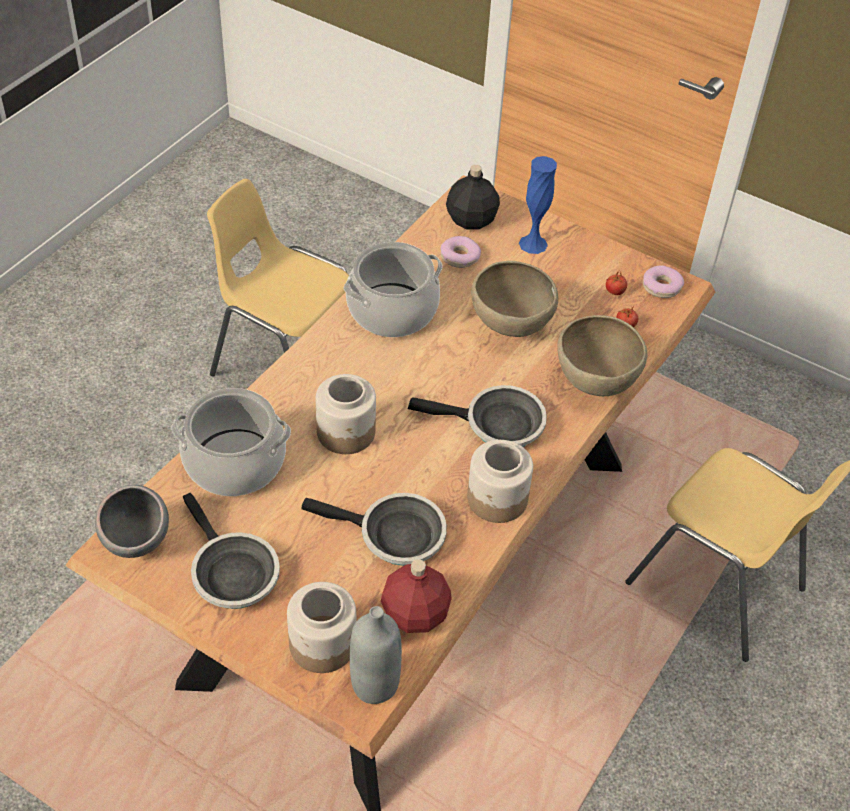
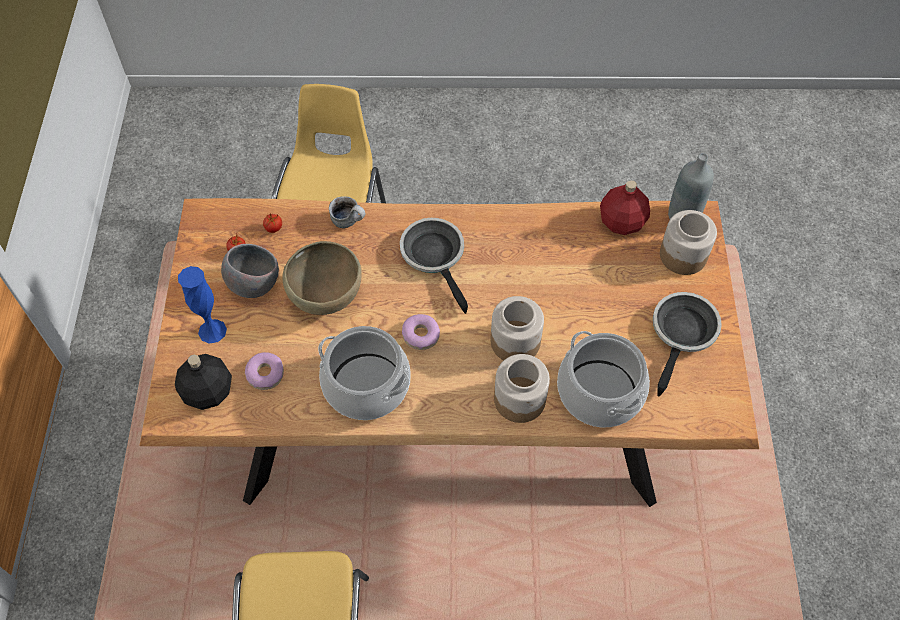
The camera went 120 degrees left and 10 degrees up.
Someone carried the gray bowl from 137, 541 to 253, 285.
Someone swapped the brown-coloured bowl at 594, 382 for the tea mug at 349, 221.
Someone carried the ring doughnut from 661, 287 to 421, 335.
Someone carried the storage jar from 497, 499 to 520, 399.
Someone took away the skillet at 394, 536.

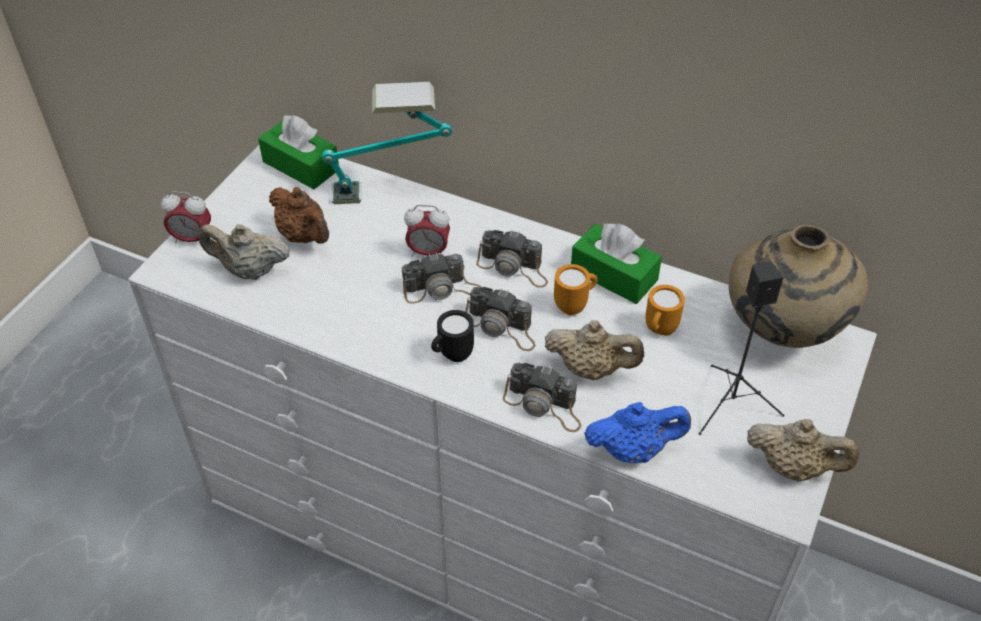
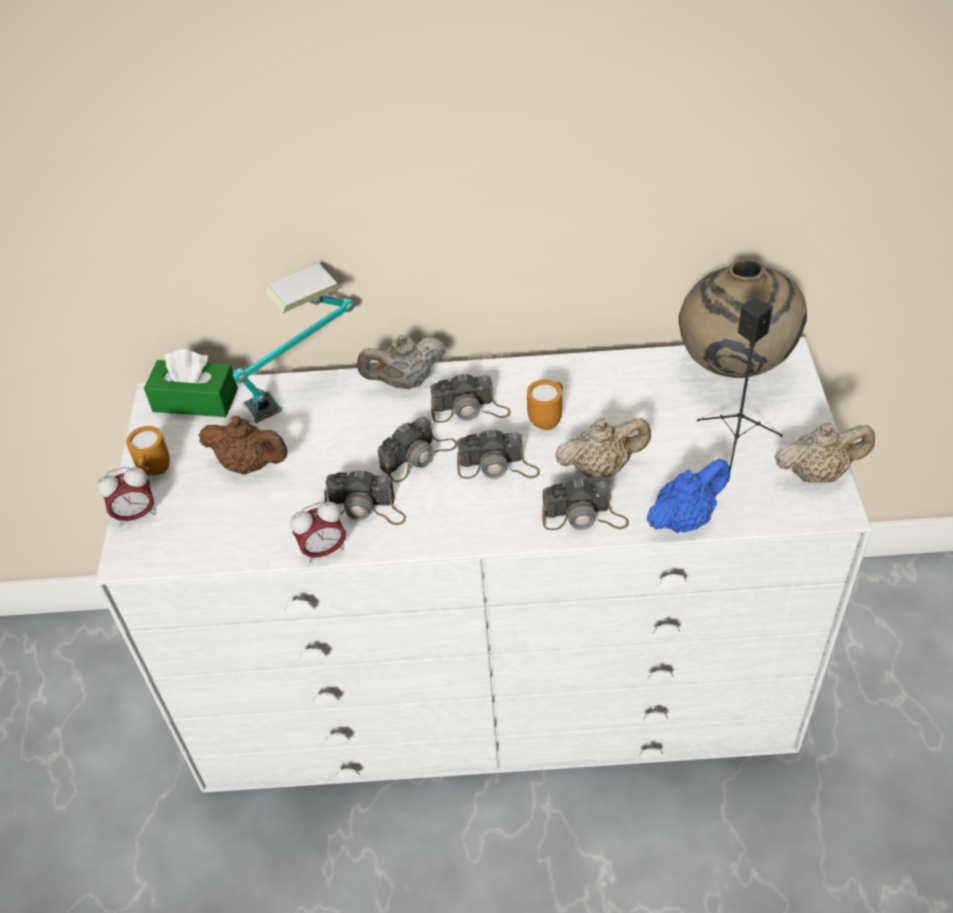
The camera went 25 degrees left and 0 degrees up.
Someone carried the orange tea mug from 658, 331 to 154, 472.
Someone carried the bedside clock from 428, 252 to 323, 551.
Someone put down the still camera at 366, 508.
Someone carried the beige-coloured tea pot from 249, 270 to 405, 382.
Someone took away the black-coloured tea mug at 451, 356.
Someone took away the greenish tissue box at 614, 275.

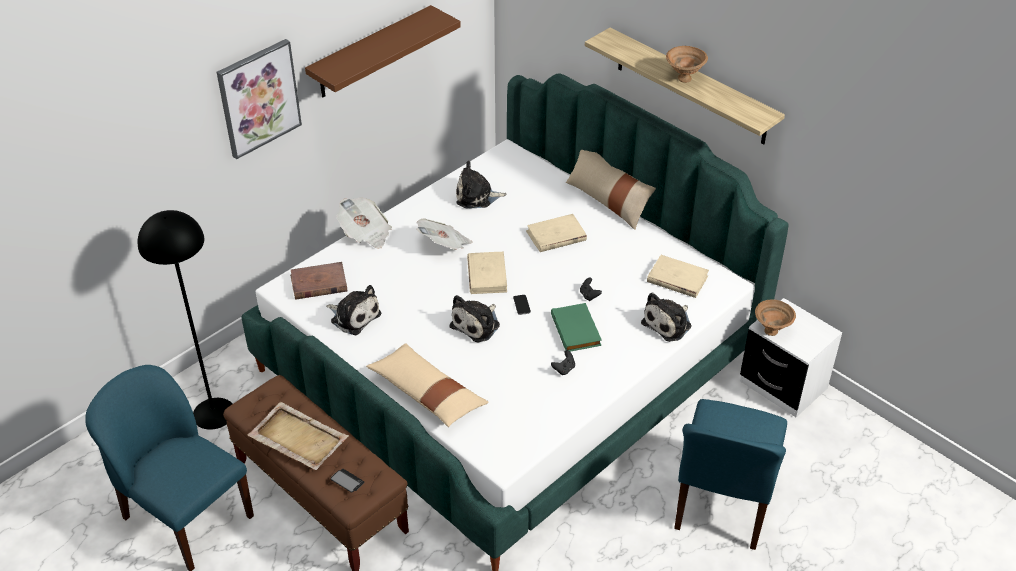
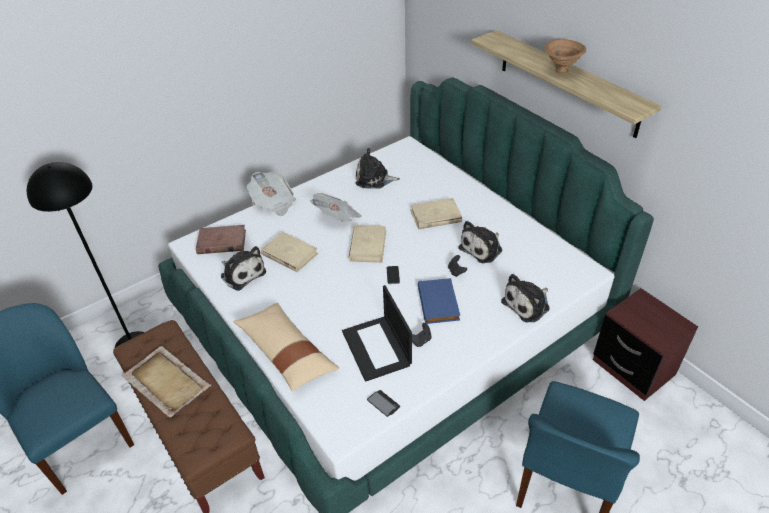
The camera went 10 degrees right and 0 degrees up.
Someone carried the beige-coloured book from 677, 279 to 289, 254.
Someone put down the laptop at 377, 348.
Someone carried the handset from 347, 481 to 383, 403.
Someone repainted the greenish book at 577, 330, which became the blue-coloured book at 439, 303.
Someone carried the plush toy from 477, 324 to 482, 248.
Someone repainted the white nightstand at 783, 385, which became the brown-coloured nightstand at 633, 367.
Someone took away the wall art at 258, 98.
Someone took away the brown-coloured wall shelf at 371, 52.
Someone took away the beige-coloured pillow at 608, 201.
Someone took away the brown-coloured bowl at 771, 330.

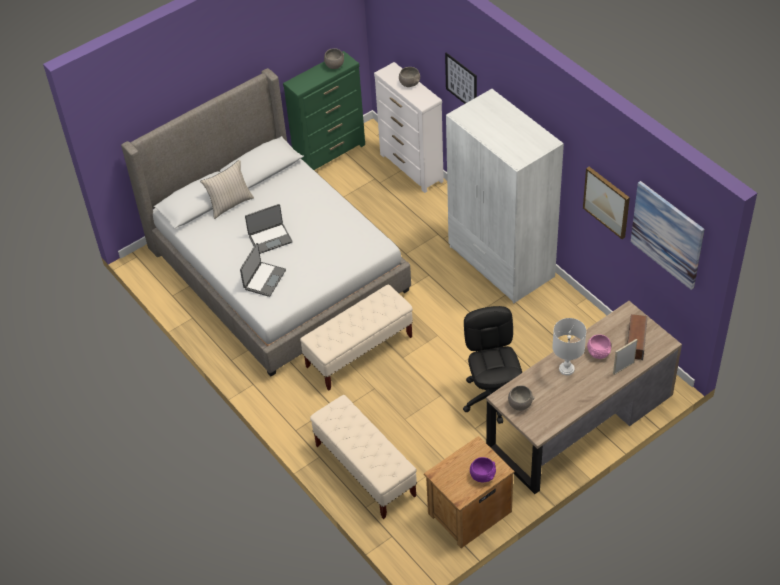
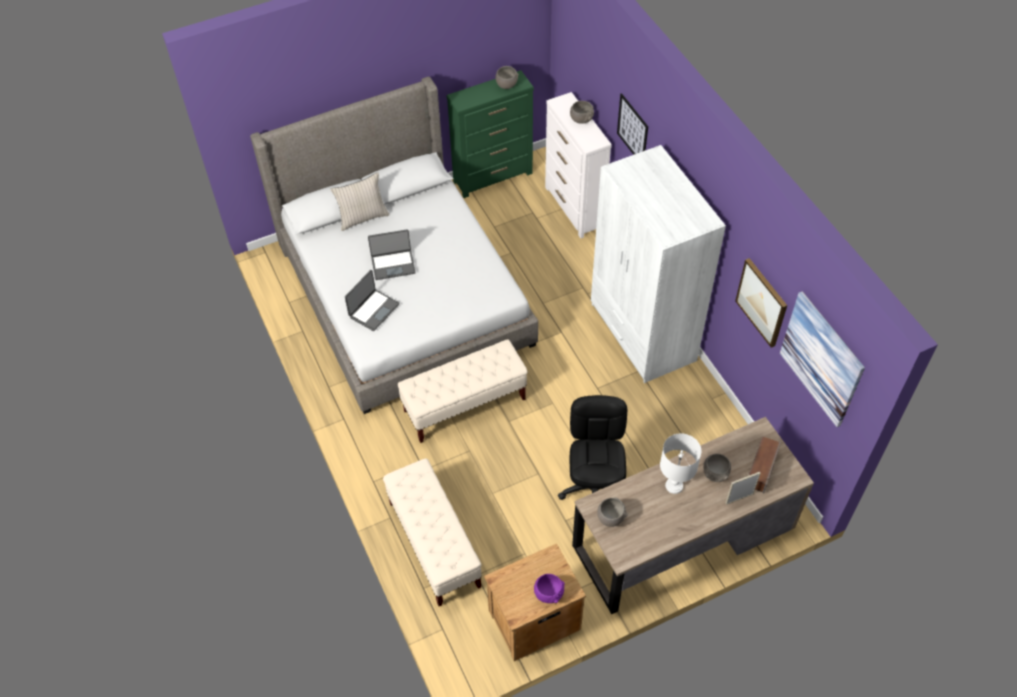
The camera went 10 degrees right and 5 degrees up.
Someone repainted the pink bowl at 599, 352, which became the gray bowl at 715, 473.

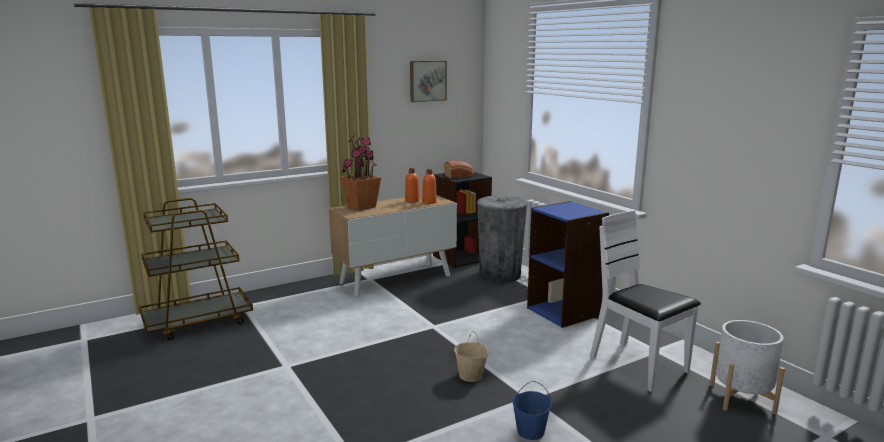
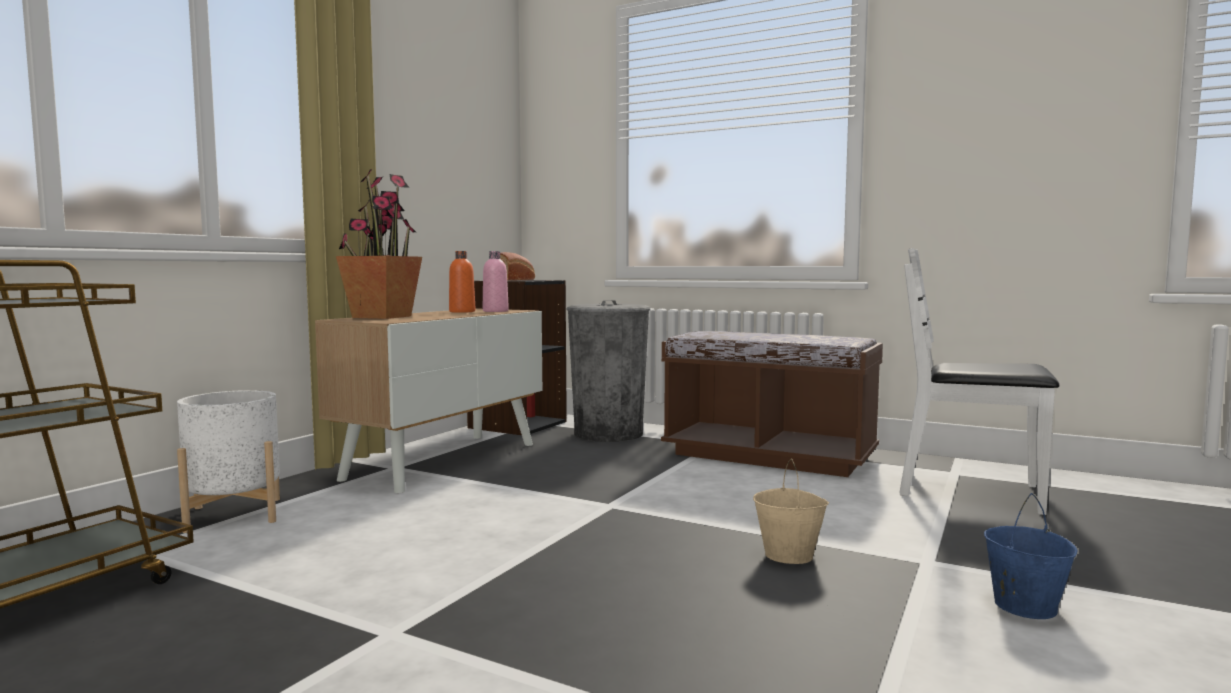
The camera went 30 degrees left and 10 degrees down.
Someone carried the white flower pot from 741, 398 to 234, 514.
Someone repainted the orange beverage bottle at 429, 202, which became the pink beverage bottle at 495, 311.
Someone swapped the blue-coloured bookshelf at 564, 311 for the brown-coloured indoor bench at 769, 456.
Someone took away the wall art at 427, 81.

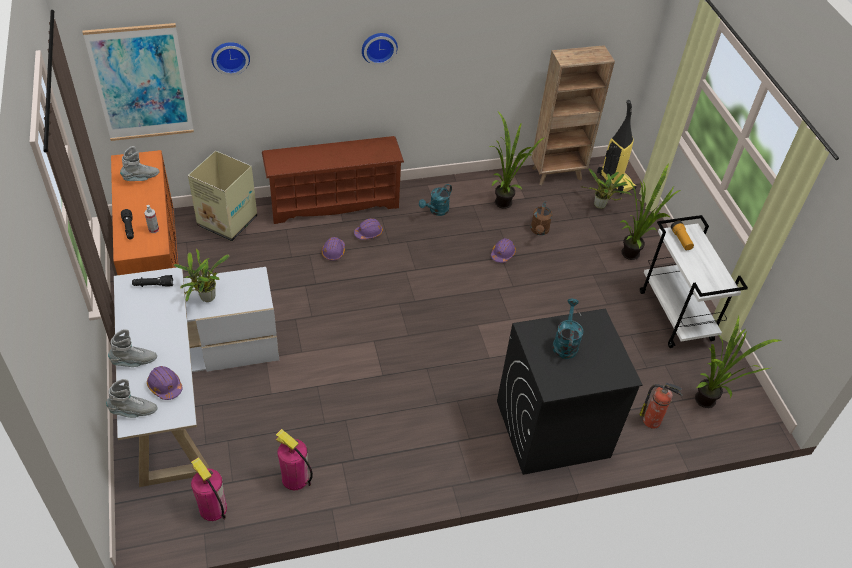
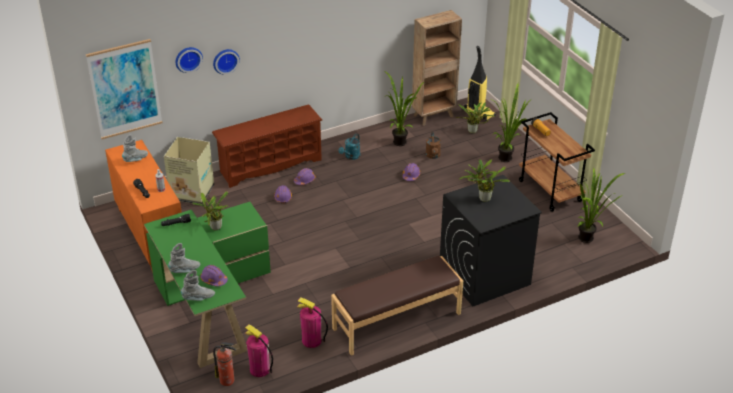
The camera went 10 degrees left and 10 degrees down.
Someone repainted the white desk table at 189, 388, which became the greenish desk table at 210, 303.
Someone carried the hanging clock from 378, 47 to 225, 60.
Someone carried the fire-fighting cylinder from 652, 421 to 228, 380.
Someone put down the brown-coloured indoor bench at 397, 321.
Someone swapped the blue-green sprinkling can at 565, 343 for the houseplant at 483, 198.
Someone repainted the white wheeled cart at 676, 316, which became the brown-coloured wheeled cart at 550, 191.

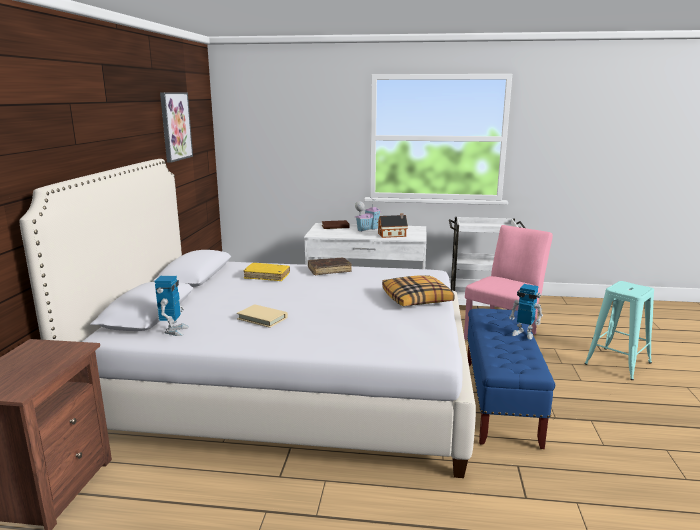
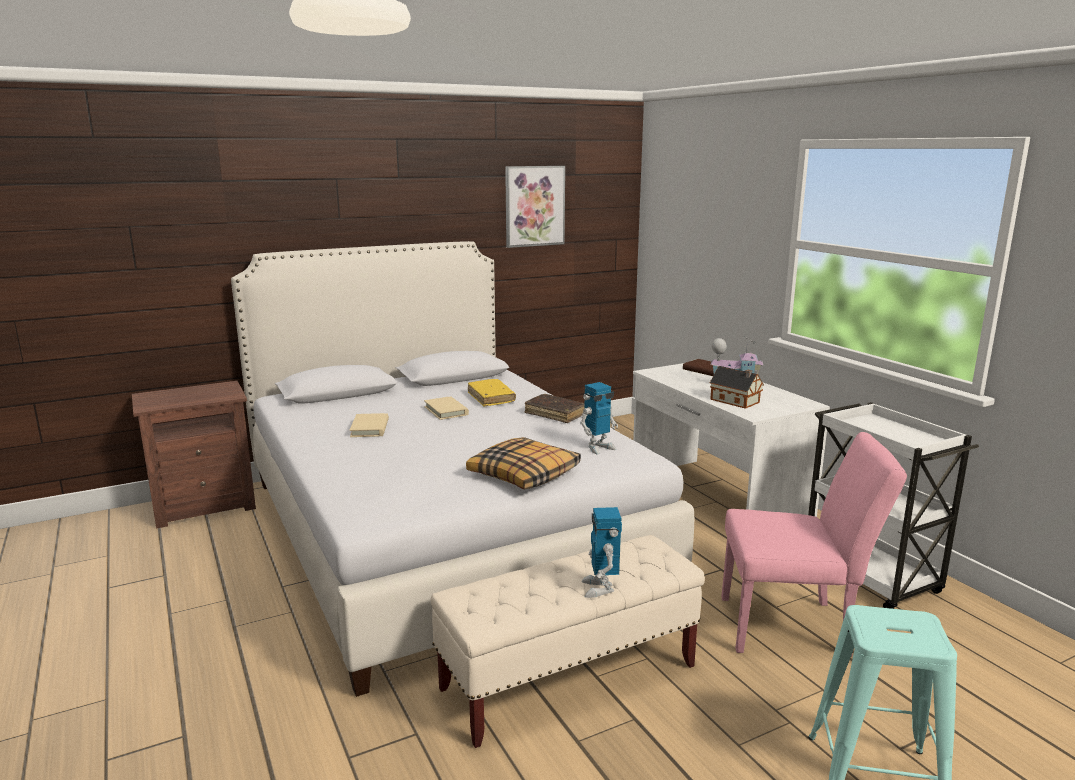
The camera went 55 degrees right and 0 degrees up.
Someone put down the beige-coloured book at 446, 411.
Someone repainted the blue-coloured indoor bench at 500, 401, which became the beige-coloured indoor bench at 569, 678.
Someone carried the model robot from 174, 331 to 598, 448.

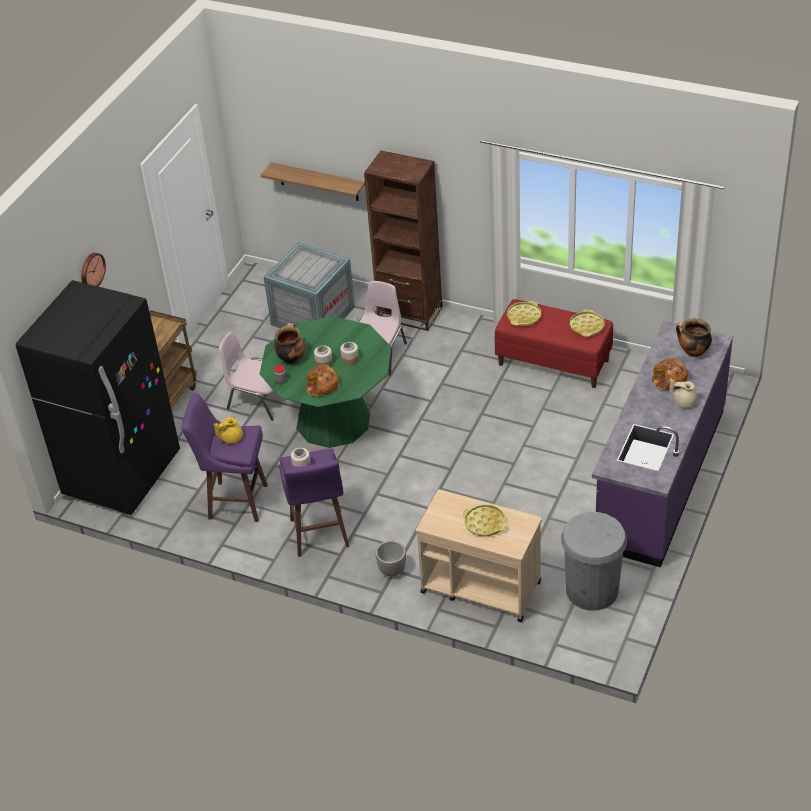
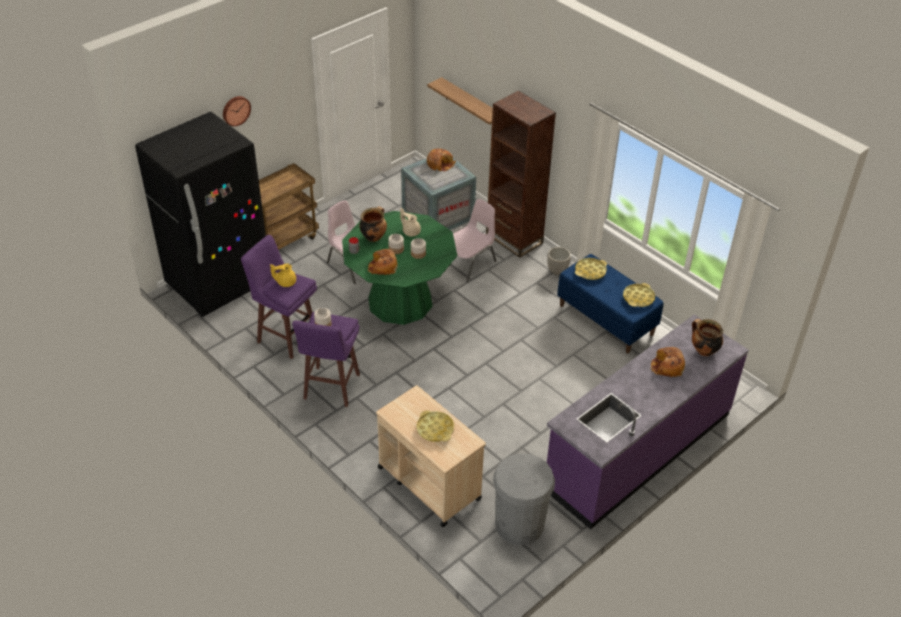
The camera went 20 degrees right and 0 degrees up.
Someone carried the beige-coloured tea pot from 684, 402 to 410, 231.
Someone put down the bread at 440, 164.
Someone carried the flower pot from 392, 570 to 557, 270.
Someone repainted the red indoor bench at 554, 362, which became the blue-coloured indoor bench at 606, 319.

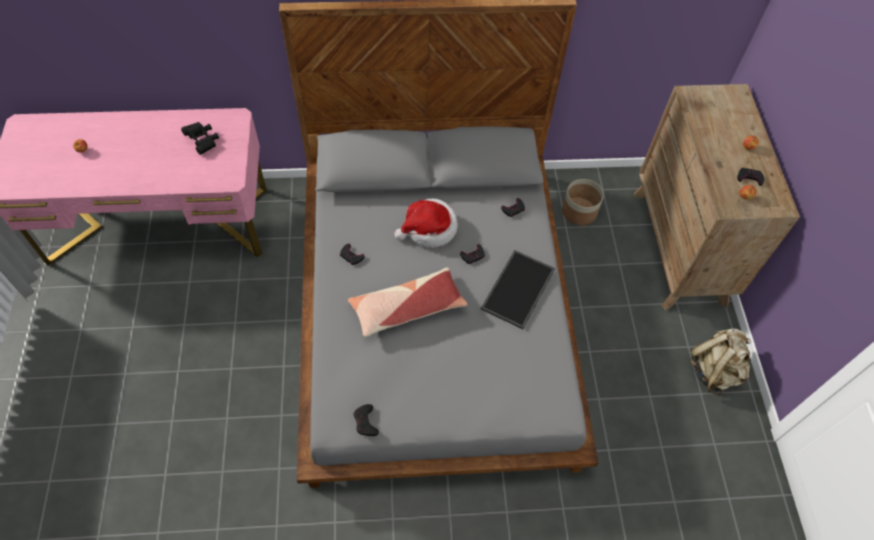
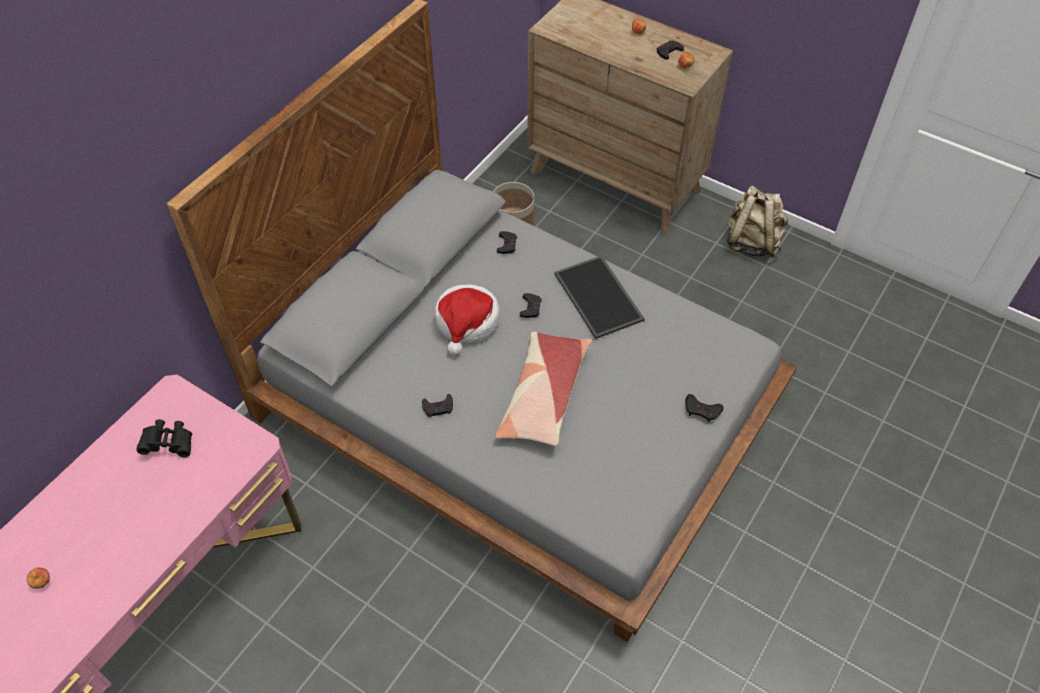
The camera went 50 degrees left and 5 degrees down.
Someone carried the black-coloured joypad from 365, 422 to 702, 410.

